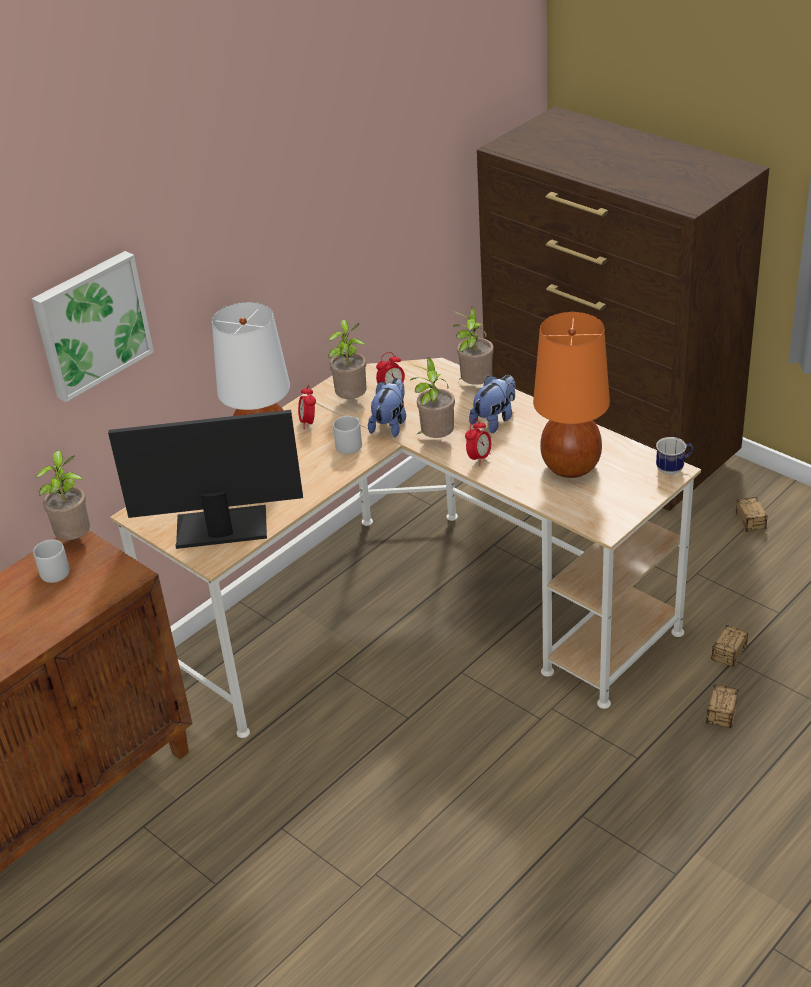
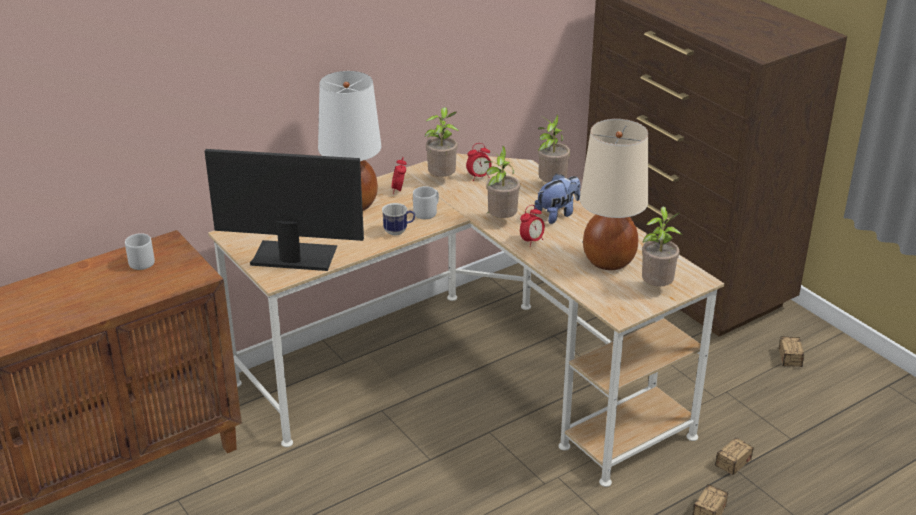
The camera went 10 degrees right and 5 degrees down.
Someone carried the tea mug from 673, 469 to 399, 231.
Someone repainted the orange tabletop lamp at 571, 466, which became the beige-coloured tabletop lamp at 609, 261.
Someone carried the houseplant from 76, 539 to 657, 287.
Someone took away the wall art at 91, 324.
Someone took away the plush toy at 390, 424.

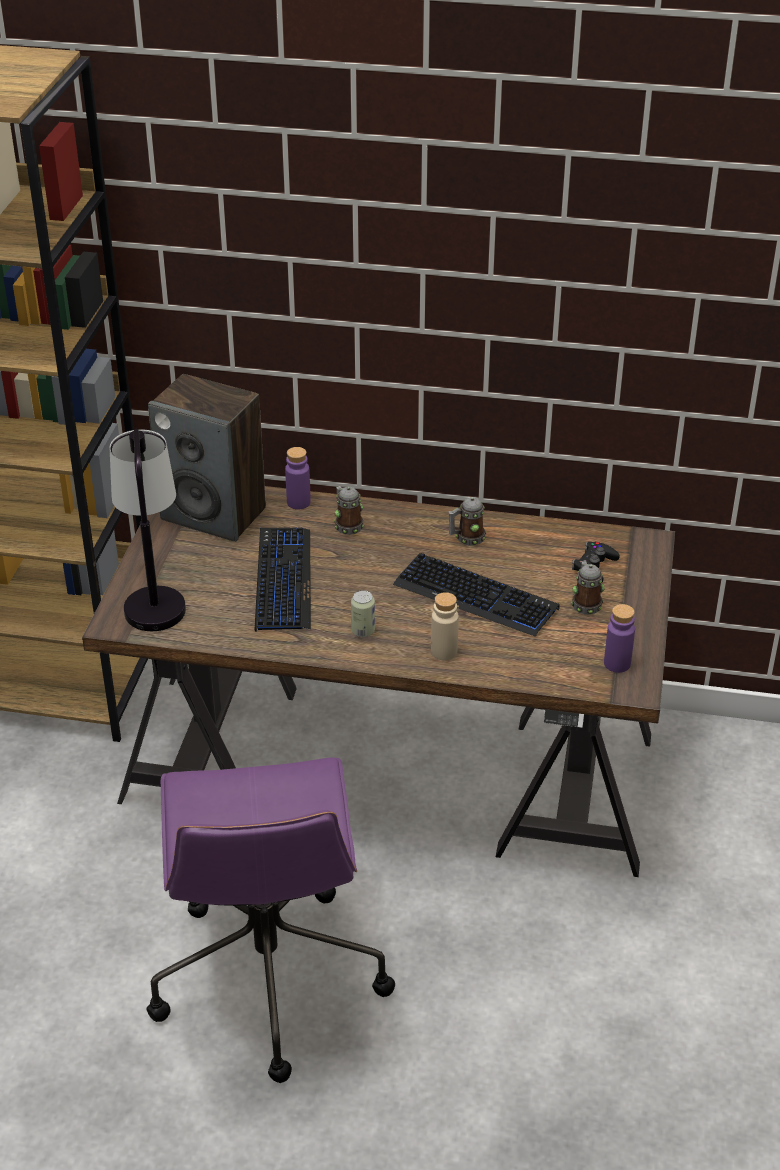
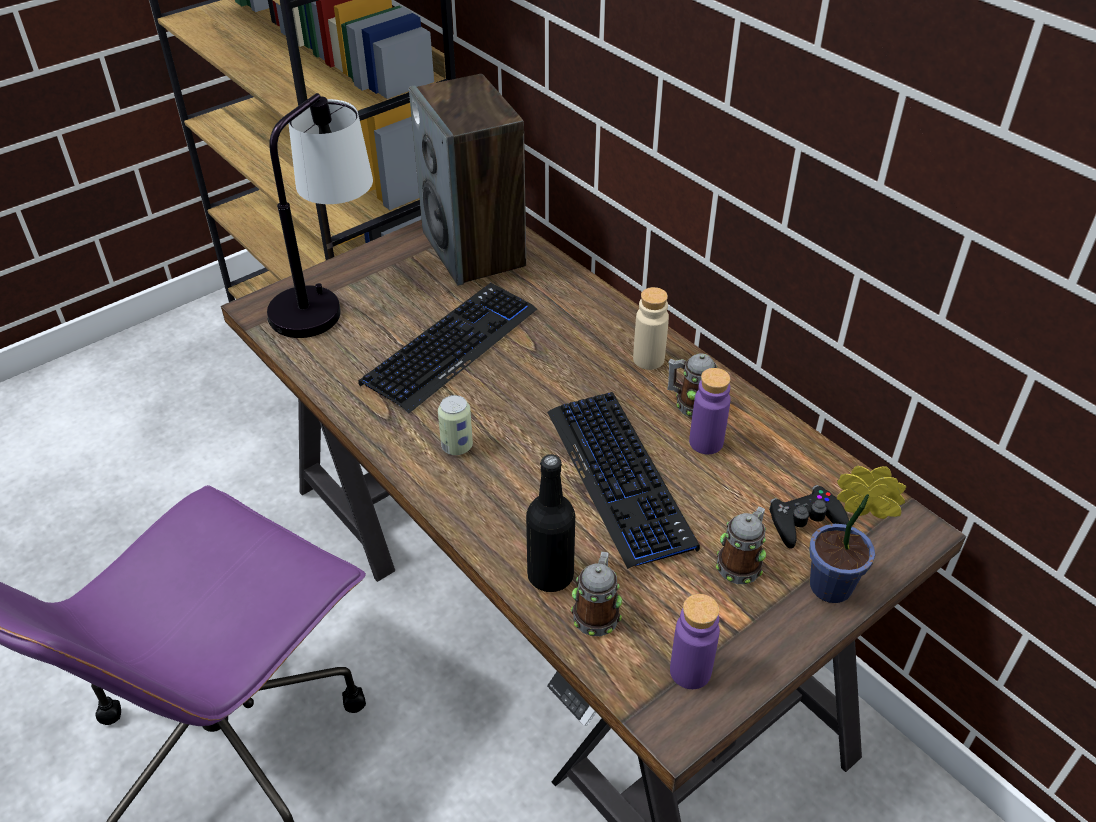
The camera went 40 degrees right and 5 degrees up.
Someone put down the black-coloured beverage bottle at 550, 575.
Someone carried the tea mug from 347, 524 to 597, 612.
Someone carried the beige-coloured beverage bottle from 444, 652 to 648, 359.
Someone carried the purplish beverage bottle from 298, 502 to 706, 442.
Someone put down the houseplant at 837, 588.

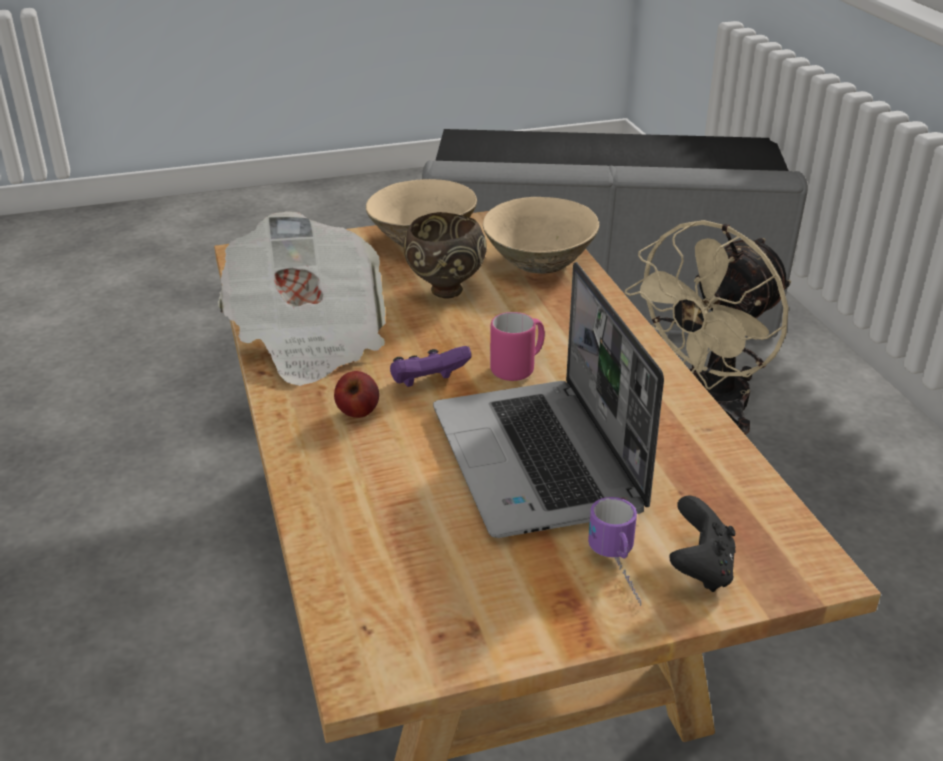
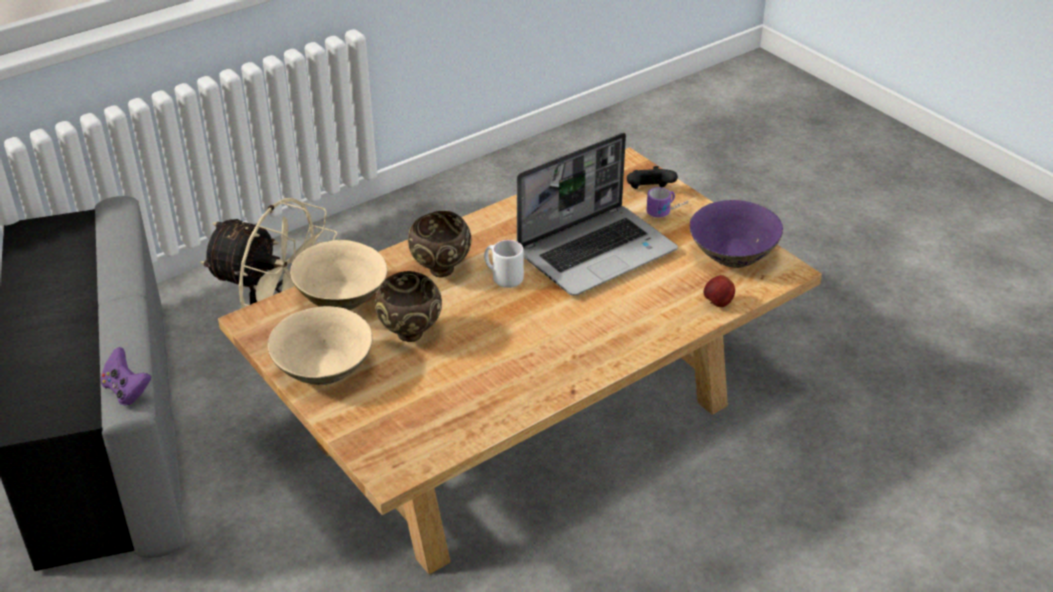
The camera went 110 degrees left and 5 degrees up.
Someone carried the purplish joypad from 428, 383 to 127, 391.
Someone put down the brown-coloured bowl at 440, 271.
Someone repainted the pink tea mug at 518, 368, which became the white tea mug at 503, 278.
Someone put down the purplish bowl at 732, 256.
Someone carried the apple from 357, 412 to 717, 303.
Someone took away the newspaper at 308, 337.

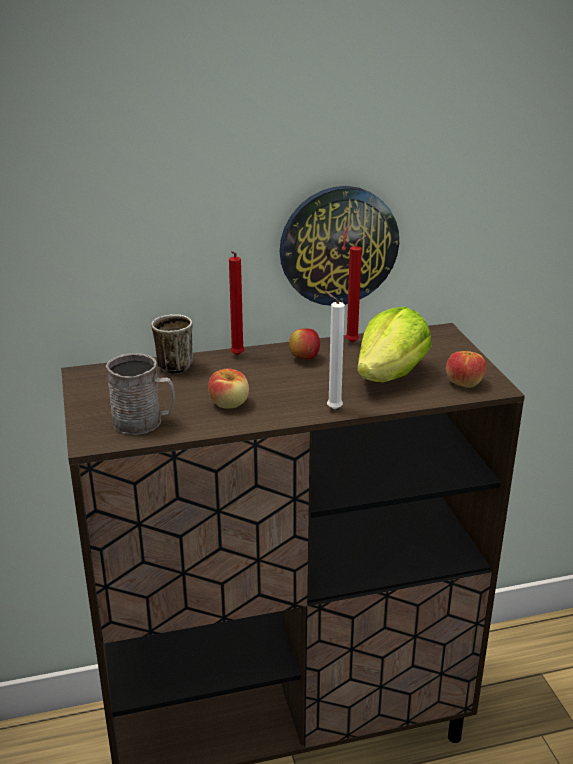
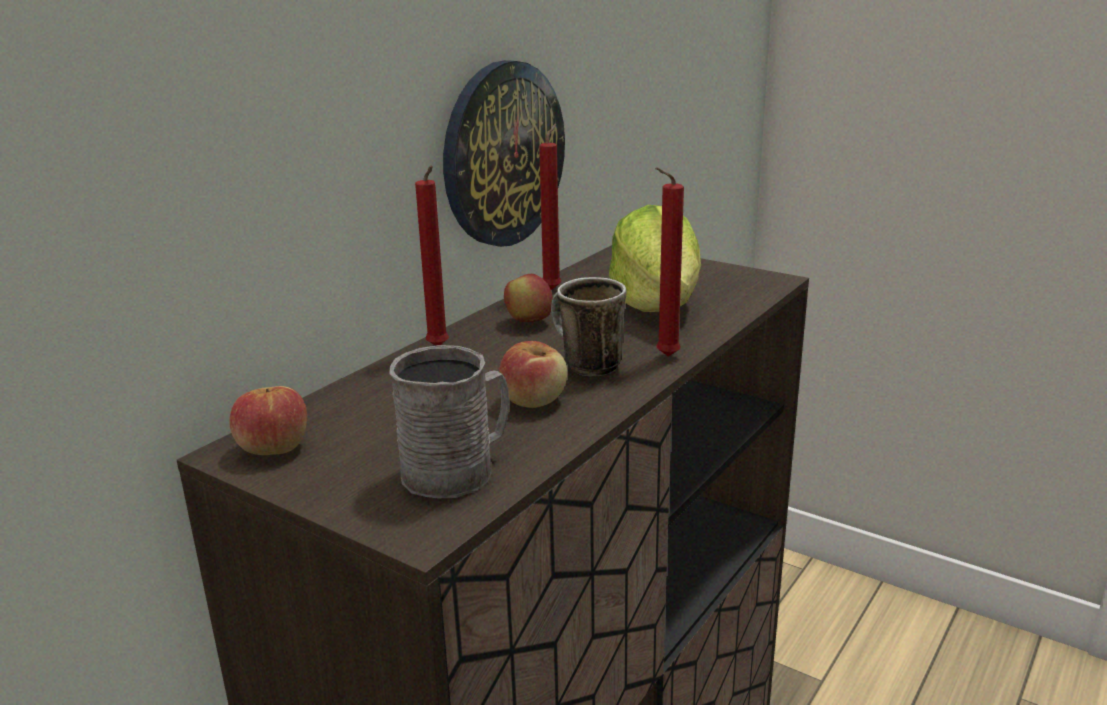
The camera went 40 degrees left and 5 degrees down.
Someone carried the apple from 464, 382 to 273, 447.
Someone carried the tea mug from 174, 364 to 583, 364.
Someone repainted the white candle at 332, 409, which became the red candle at 664, 357.

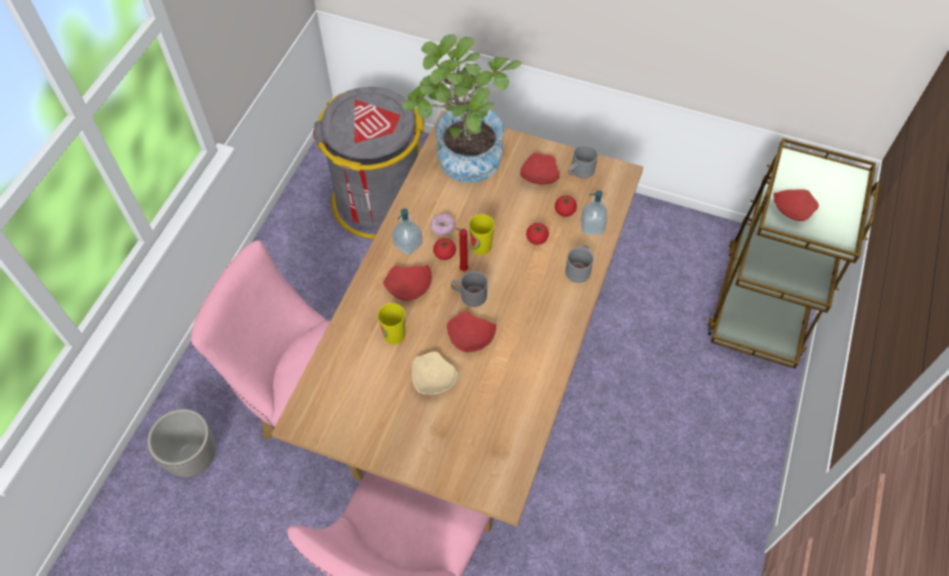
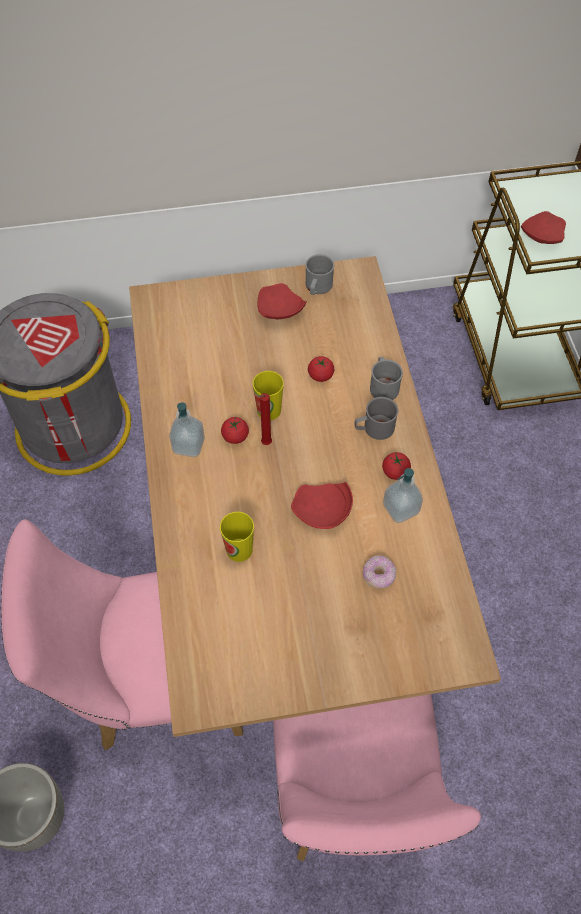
The camera went 30 degrees left and 0 degrees up.
Someone carried the gray tea mug from 469, 295 to 374, 428.
Someone carried the ring doughnut from 442, 228 to 378, 575.
Someone carried the fresh tomato from 565, 211 to 395, 472.
Someone carried the soap bottle from 592, 227 to 401, 509.
Someone took away the red flat dish at 409, 288.
Someone took away the houseplant at 462, 164.
Someone took away the beige-coloured flat dish at 433, 380.

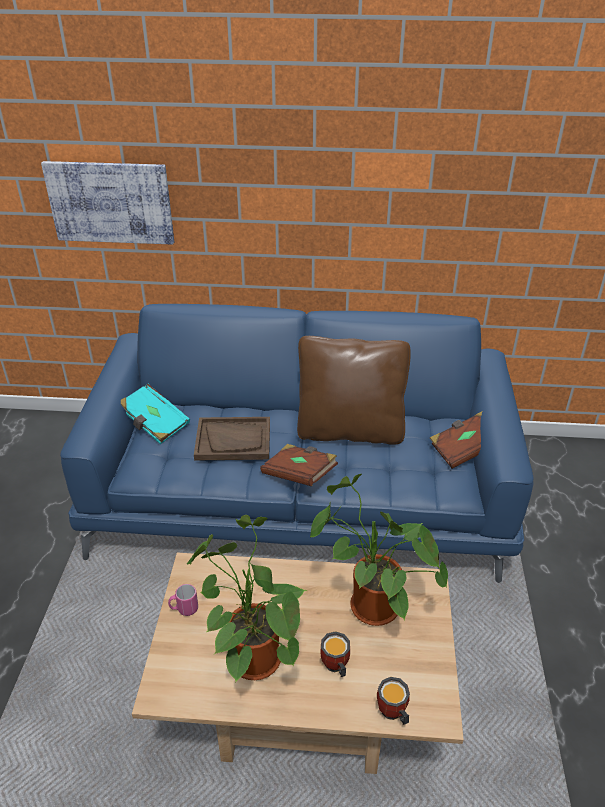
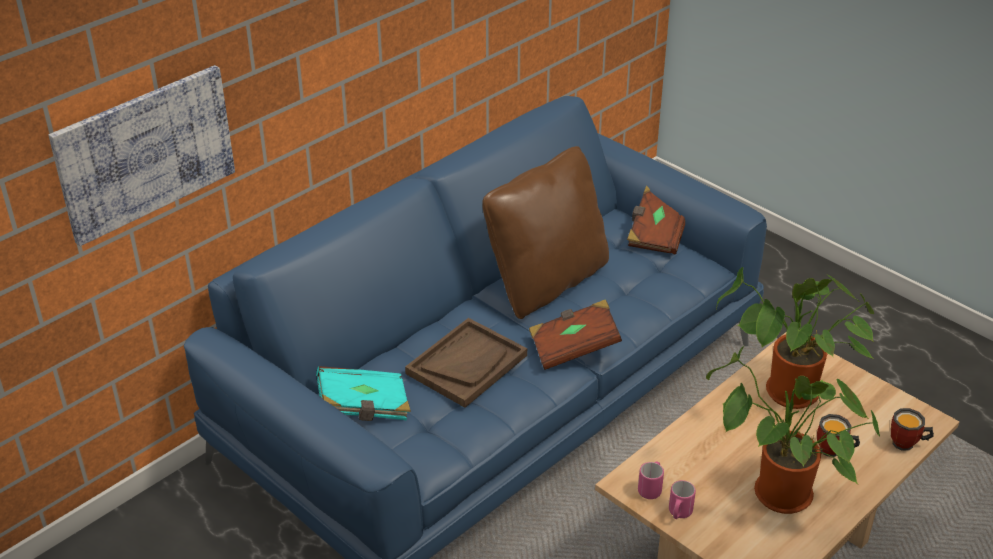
The camera went 50 degrees left and 0 degrees up.
Someone put down the pink tea mug at 651, 488.

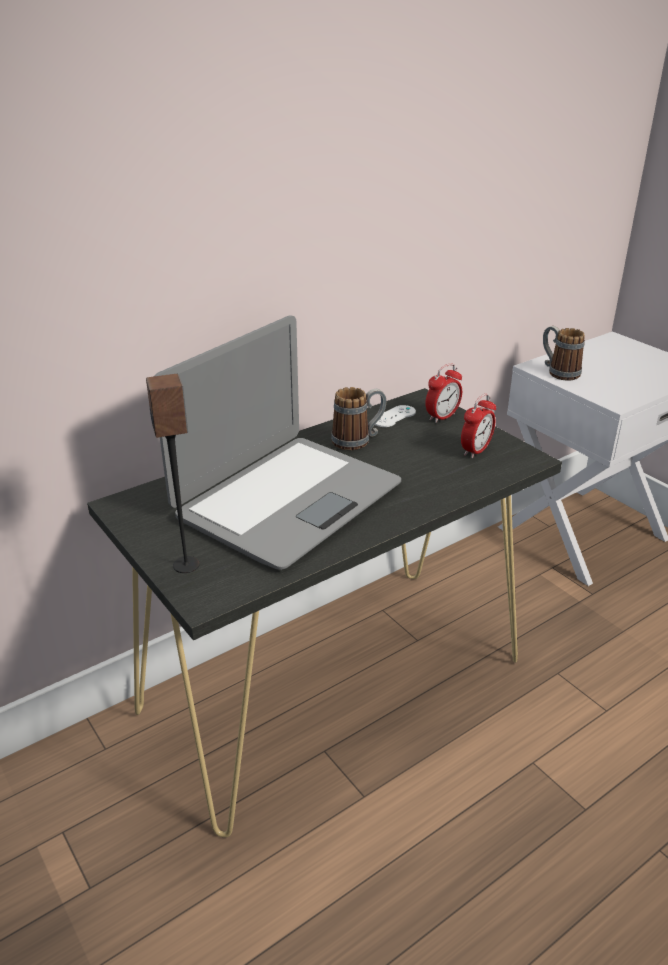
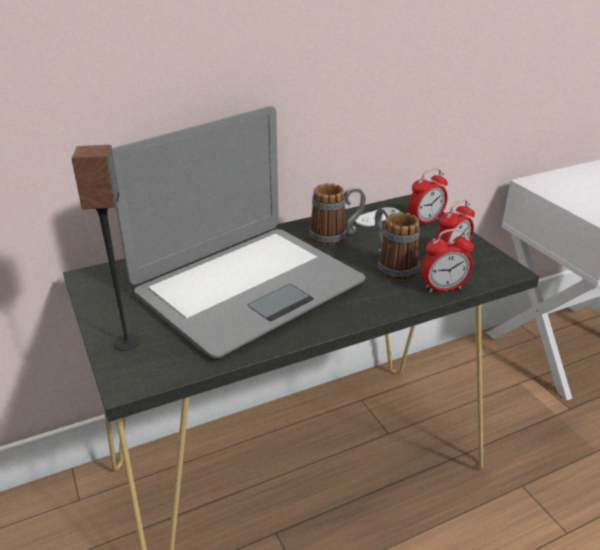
The camera went 10 degrees right and 0 degrees up.
Someone carried the tea mug from 558, 372 to 391, 266.
Someone put down the bedside clock at 443, 288.

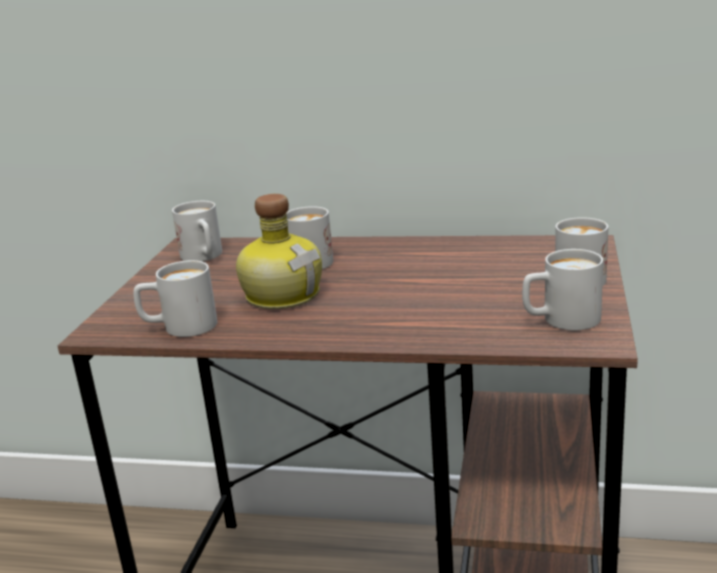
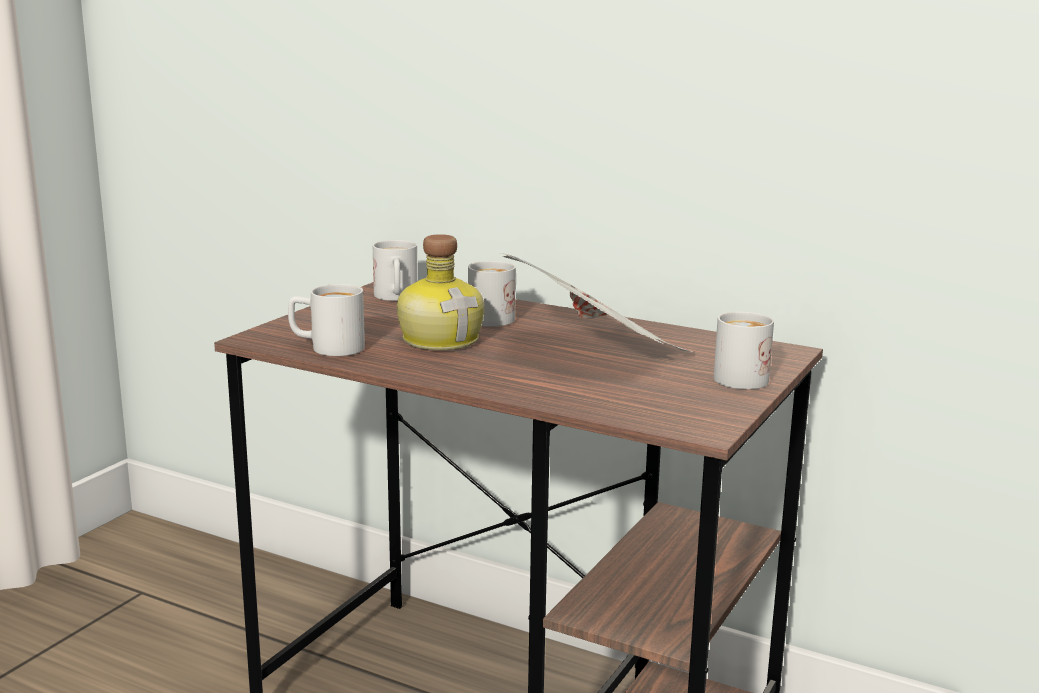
The camera went 15 degrees right and 5 degrees down.
Someone put down the newspaper at 595, 353.
Someone took away the white tea mug at 560, 321.

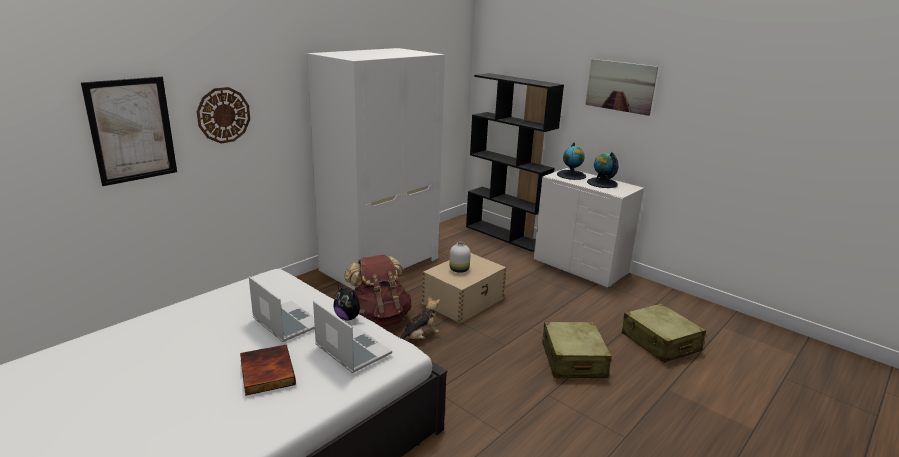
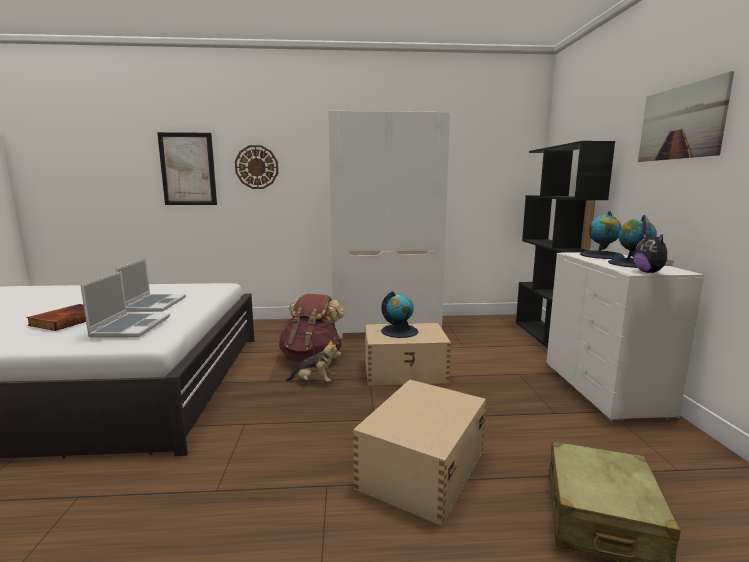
The camera went 45 degrees right and 10 degrees down.
Someone swapped the beige-coloured suitcase at 573, 360 for the beige-coloured storage box at 421, 469.
Someone swapped the white flower vase at 459, 269 for the world globe at 399, 331.
Someone carried the plush toy from 348, 318 to 649, 272.

